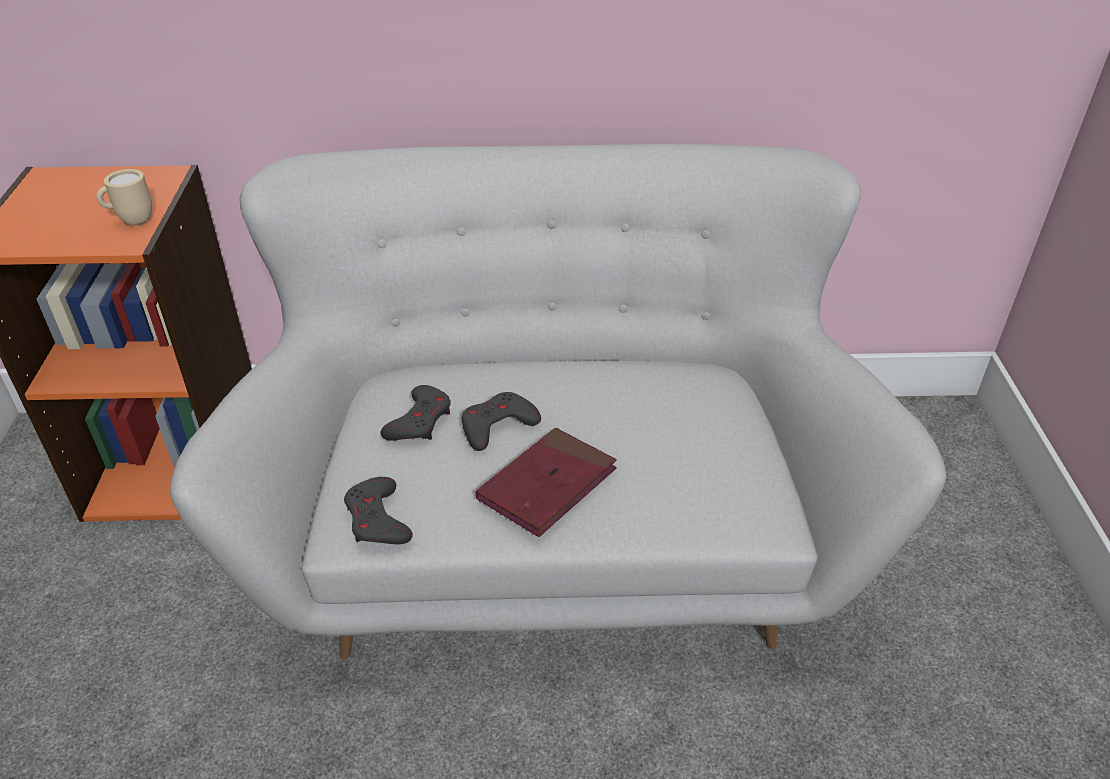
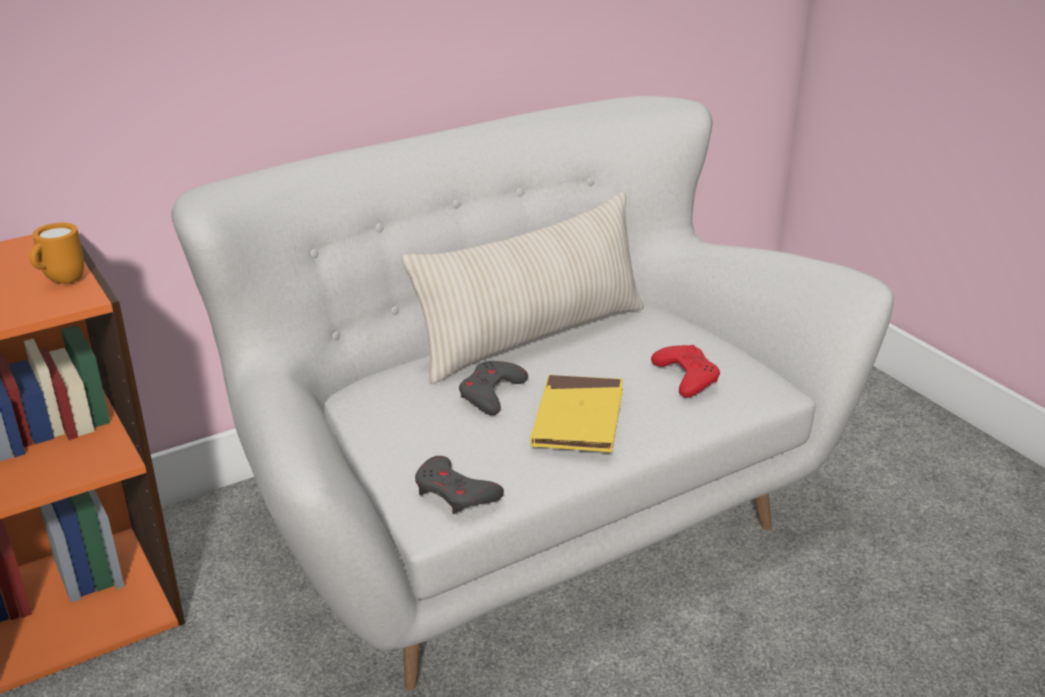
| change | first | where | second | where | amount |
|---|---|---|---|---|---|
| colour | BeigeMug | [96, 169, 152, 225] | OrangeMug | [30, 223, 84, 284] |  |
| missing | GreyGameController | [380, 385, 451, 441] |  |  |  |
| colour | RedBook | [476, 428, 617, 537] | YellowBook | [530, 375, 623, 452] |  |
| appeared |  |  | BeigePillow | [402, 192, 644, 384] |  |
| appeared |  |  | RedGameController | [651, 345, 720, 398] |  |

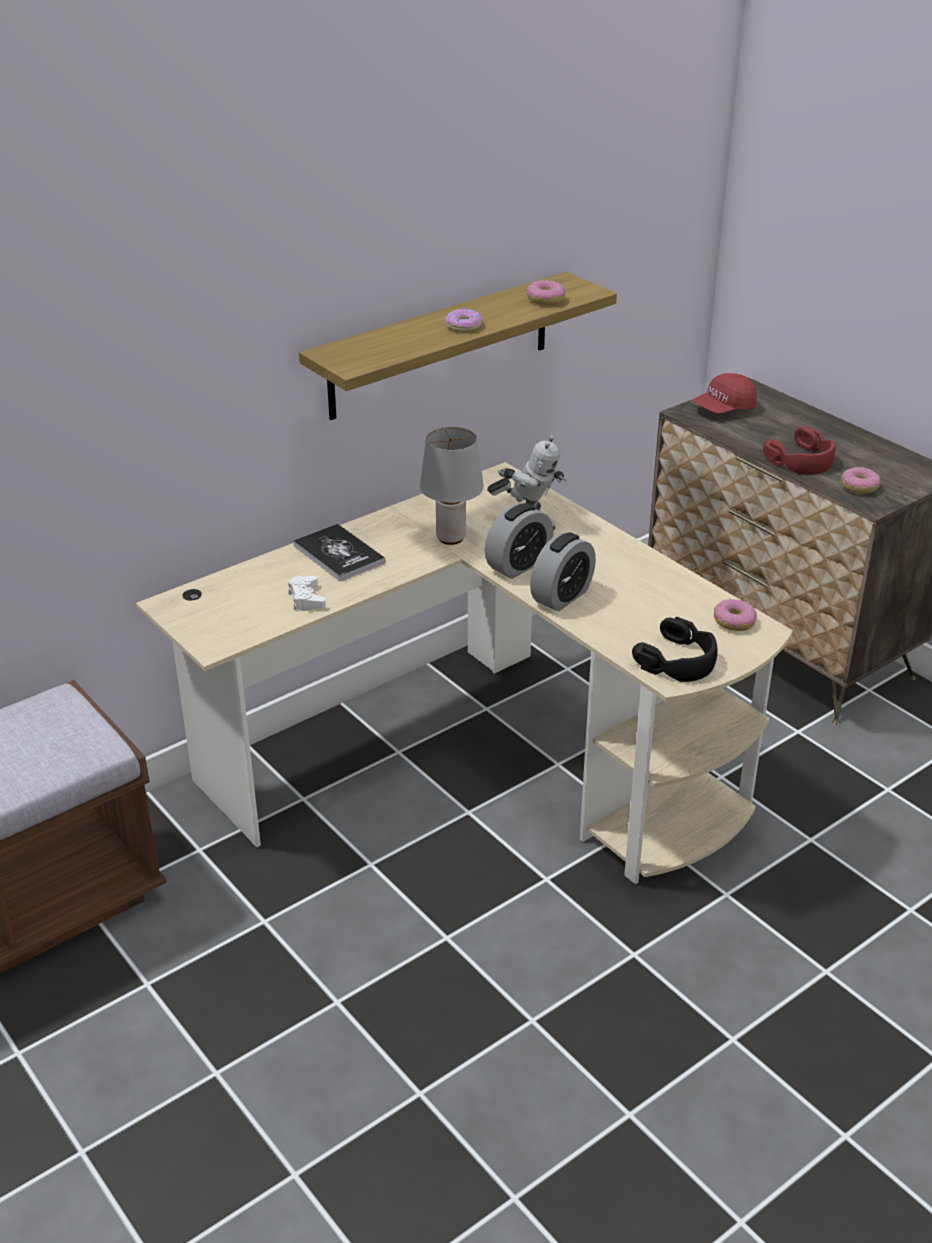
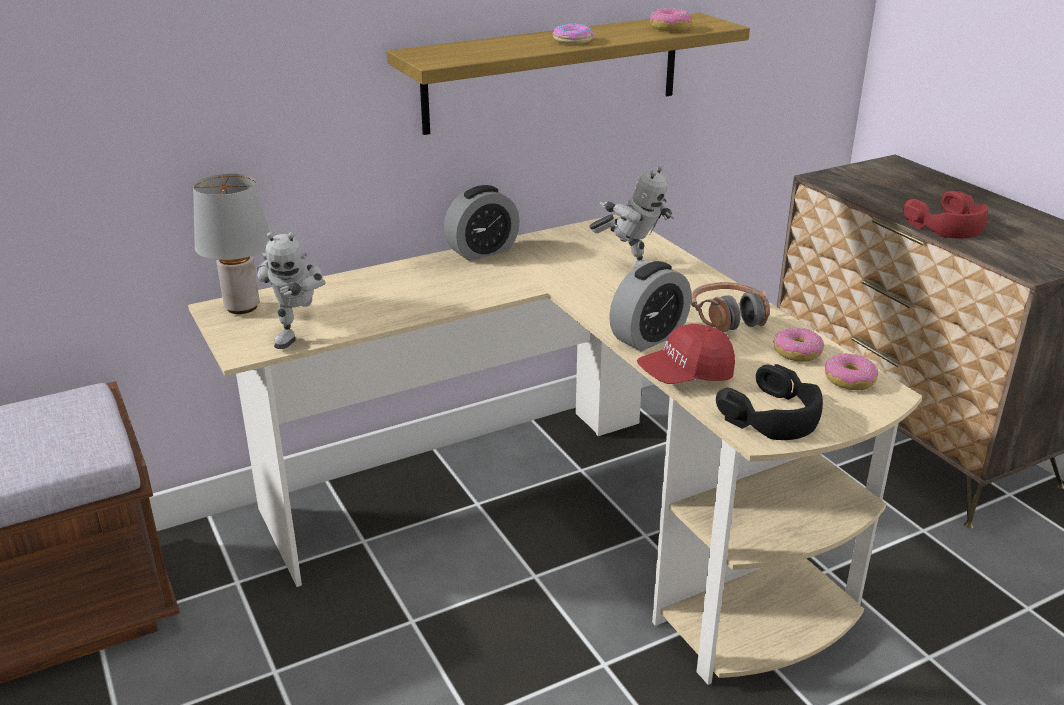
| change | first | where | second | where | amount |
|---|---|---|---|---|---|
| relocated | RedCap | [692, 373, 757, 414] |  | [637, 324, 735, 384] |  |
| relocated | GreyTableLamp | [420, 427, 484, 545] |  | [193, 174, 270, 314] |  |
| relocated | Donut | [841, 467, 880, 494] |  | [773, 327, 824, 362] |  |
| relocated | AlarmClock | [485, 503, 554, 579] |  | [444, 185, 520, 261] |  |
| missing | Book | [293, 524, 385, 581] |  |  |  |
| missing | WhiteGameController | [288, 576, 326, 611] |  |  |  |
| appeared |  |  | ToyRobot | [257, 232, 326, 349] |  |
| appeared |  |  | Headphones | [691, 282, 770, 332] |  |

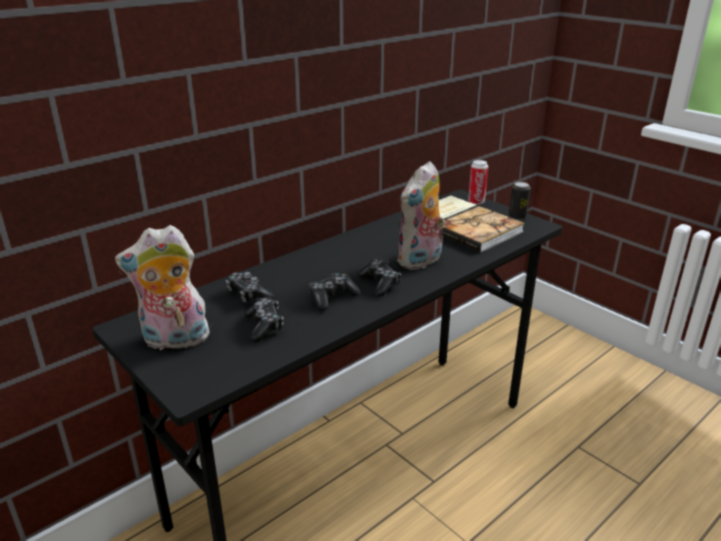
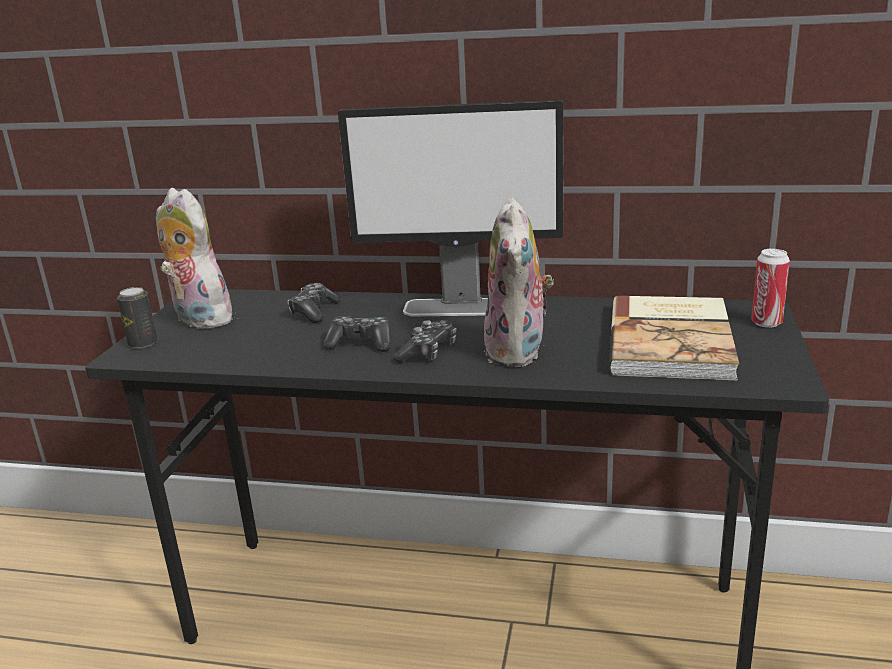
| change | first | where | second | where | amount |
|---|---|---|---|---|---|
| spun | PlushToy | [397, 161, 445, 270] |  | [484, 197, 554, 367] | 90 degrees counterclockwise |
| relocated | Can | [509, 182, 531, 220] |  | [117, 287, 157, 349] |  |
| missing | GameController | [244, 297, 283, 342] |  |  |  |
| appeared |  |  | Monitor | [338, 100, 563, 317] |  |

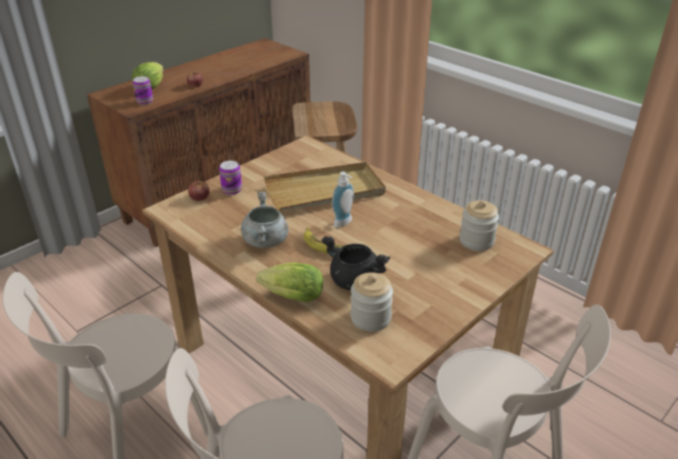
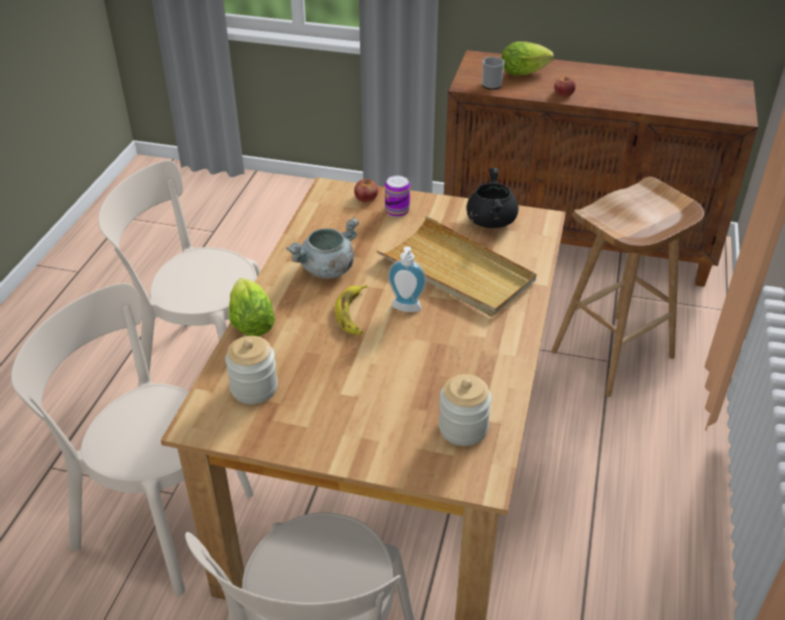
| change | first | where | second | where | amount |
|---|---|---|---|---|---|
| exchanged | Can | [133, 76, 153, 105] | Mug | [482, 57, 505, 90] |  |
| relocated | BlackCookingPot | [321, 236, 390, 291] |  | [466, 168, 519, 228] |  |

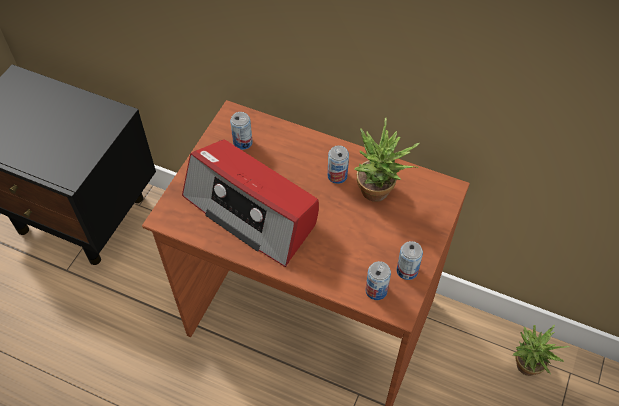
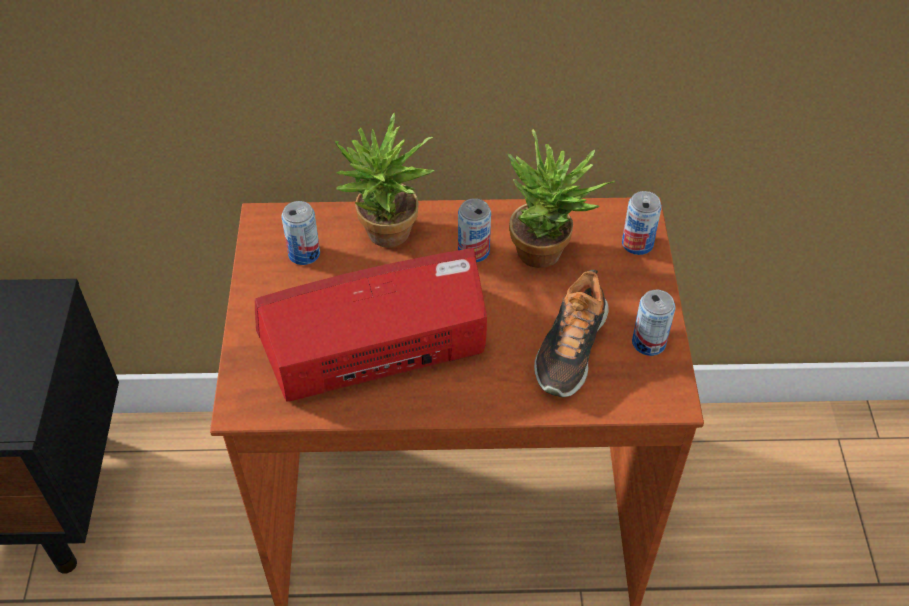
| change | first | where | second | where | amount |
|---|---|---|---|---|---|
| spun | Radio | [182, 139, 319, 267] |  | [255, 248, 487, 402] | 150 degrees clockwise |
| relocated | Can | [365, 261, 391, 300] |  | [622, 191, 662, 255] |  |
| relocated | PottedPlant | [513, 325, 570, 376] |  | [335, 113, 434, 248] |  |
| appeared |  |  | Shoe | [534, 270, 609, 397] |  |

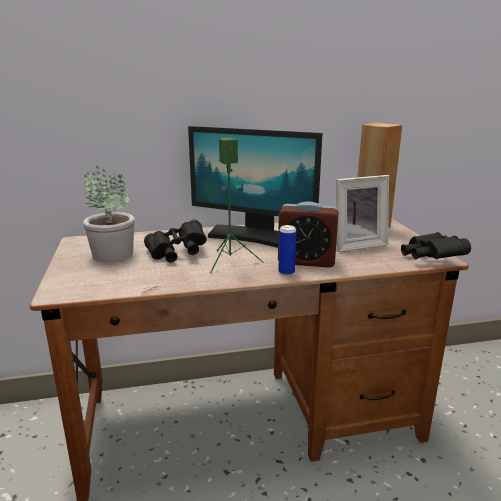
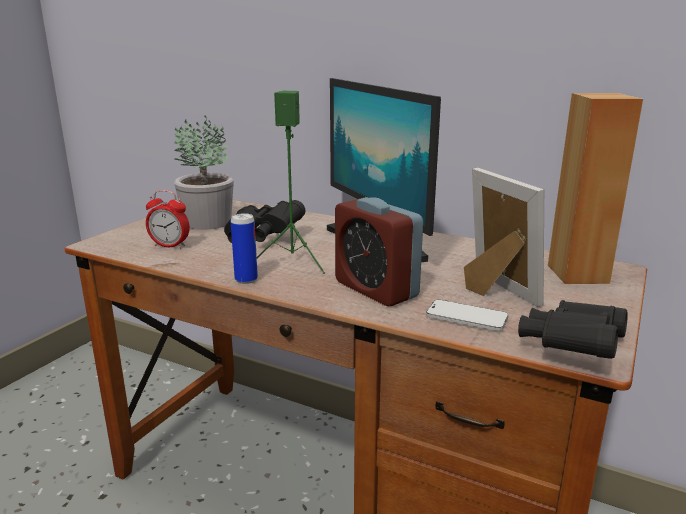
| change | first | where | second | where | amount |
|---|---|---|---|---|---|
| spun | PictureFrame | [336, 175, 389, 252] |  | [464, 168, 544, 307] | 135 degrees counterclockwise |
| relocated | Can | [278, 225, 296, 276] |  | [231, 213, 258, 284] |  |
| appeared |  |  | AlarmClock | [146, 190, 190, 249] |  |
| appeared |  |  | Phone | [426, 300, 508, 331] |  |

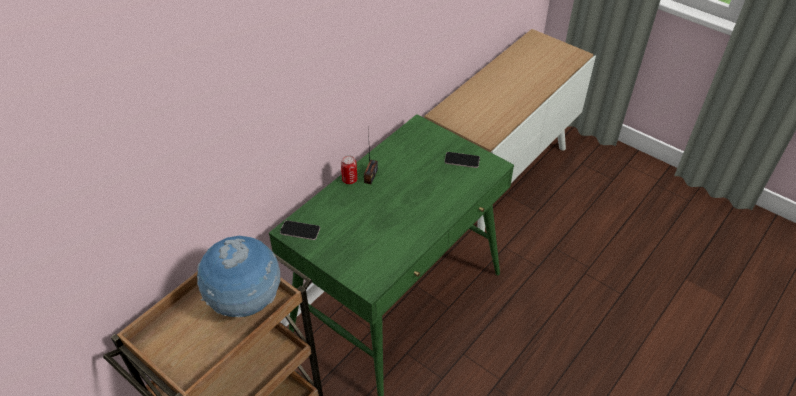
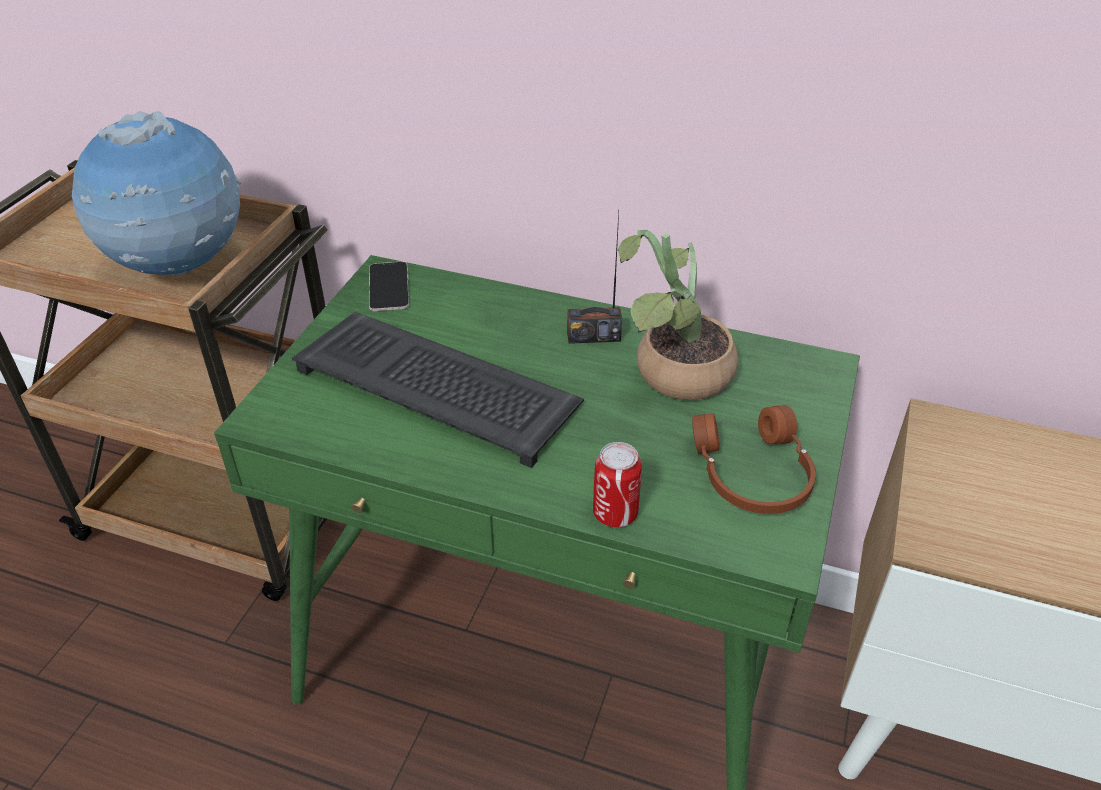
| change | first | where | second | where | amount |
|---|---|---|---|---|---|
| exchanged | Phone | [444, 152, 480, 168] | BrownHeadphones | [692, 405, 816, 514] |  |
| relocated | Can | [341, 155, 357, 184] |  | [593, 442, 642, 527] |  |
| appeared |  |  | PottedPlant | [618, 230, 738, 400] |  |
| appeared |  |  | Keyboard | [292, 312, 584, 468] |  |

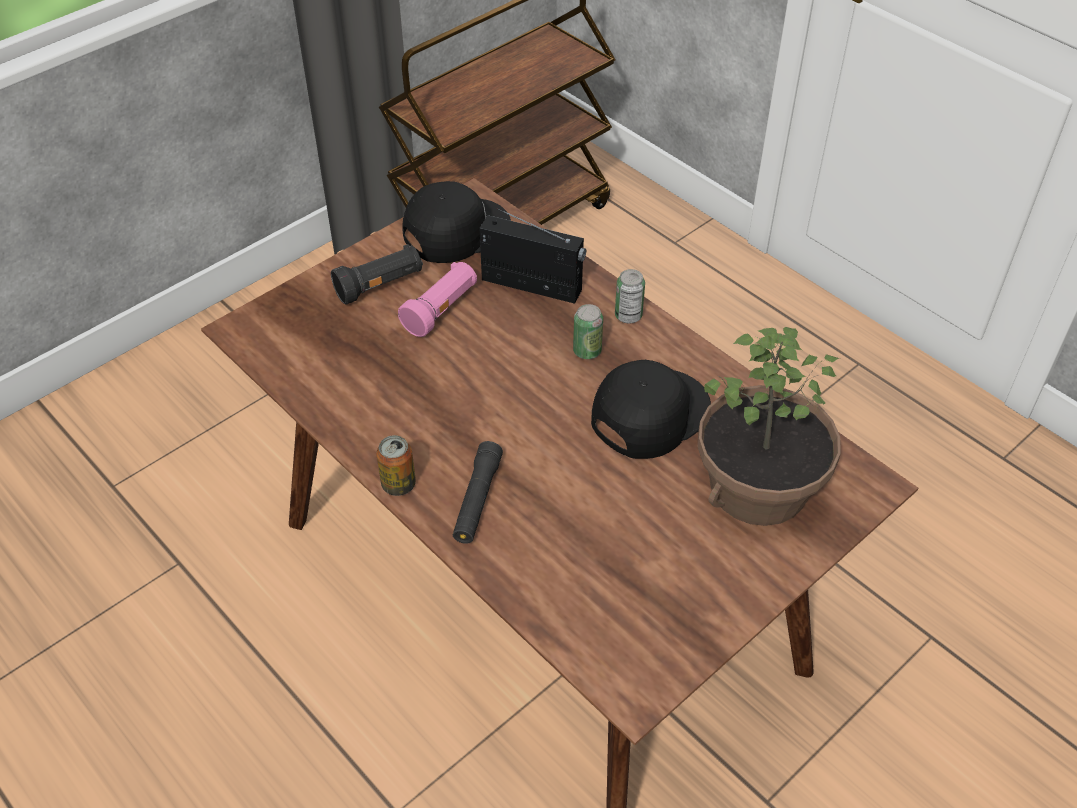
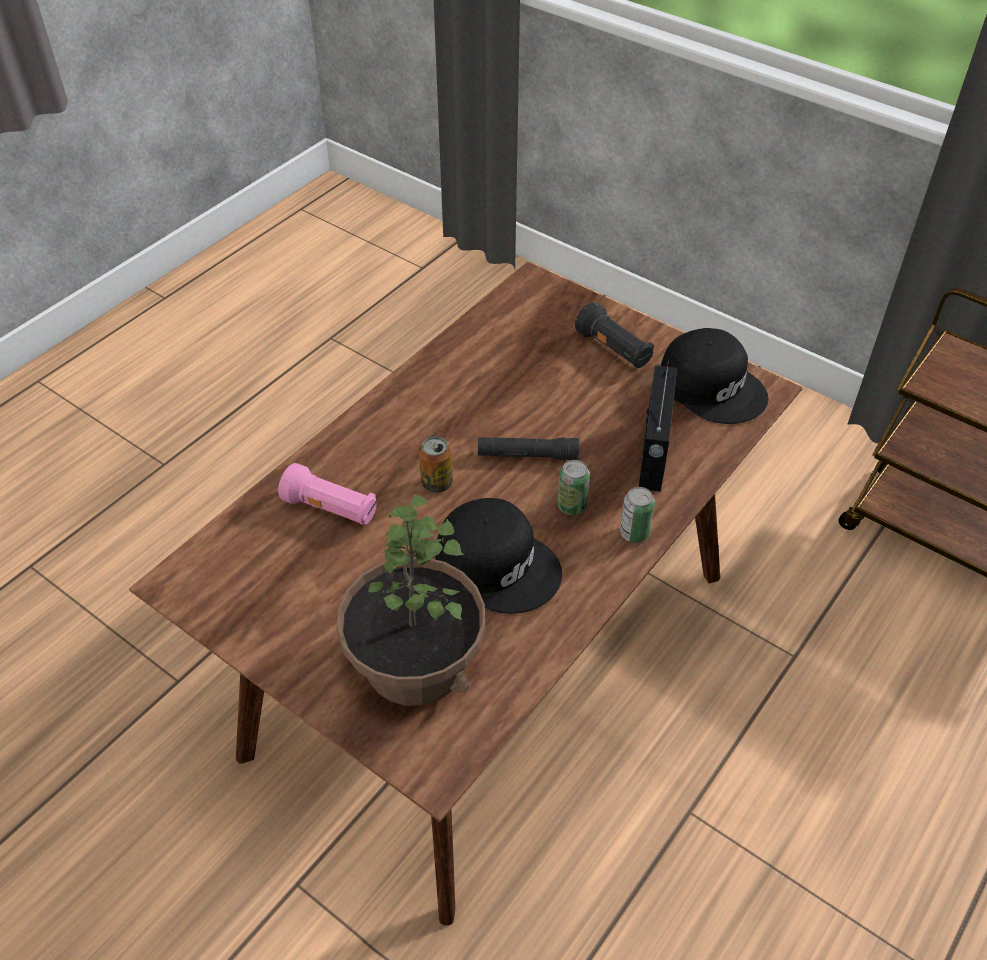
| change | first | where | second | where | amount |
|---|---|---|---|---|---|
| relocated | PinkFlashlight | [398, 262, 477, 337] |  | [278, 463, 377, 525] |  |
| relocated | Can | [376, 435, 416, 496] |  | [419, 436, 453, 493] |  |
| relocated | BlackFlashlight | [453, 441, 503, 544] |  | [477, 437, 579, 460] |  |

